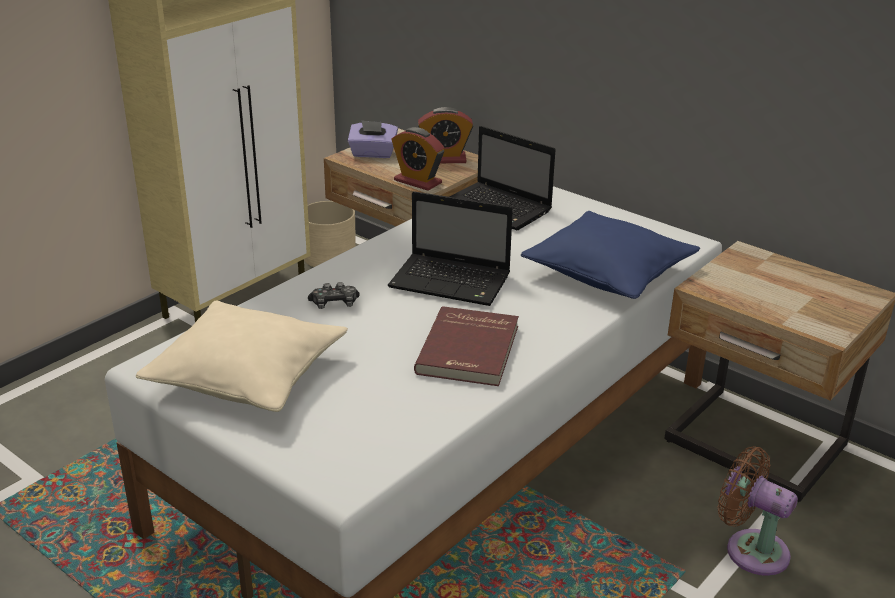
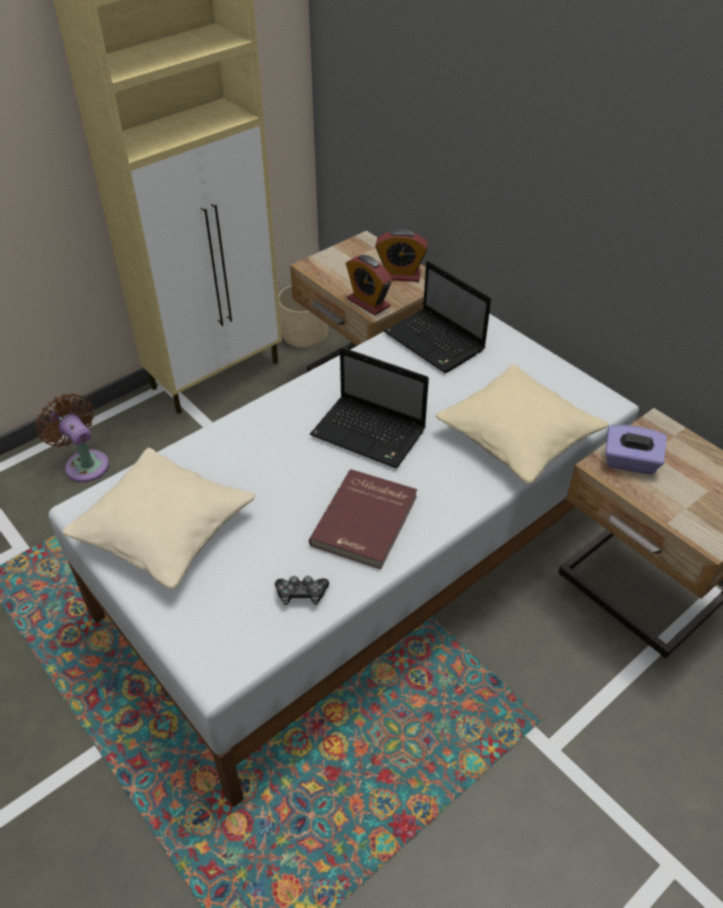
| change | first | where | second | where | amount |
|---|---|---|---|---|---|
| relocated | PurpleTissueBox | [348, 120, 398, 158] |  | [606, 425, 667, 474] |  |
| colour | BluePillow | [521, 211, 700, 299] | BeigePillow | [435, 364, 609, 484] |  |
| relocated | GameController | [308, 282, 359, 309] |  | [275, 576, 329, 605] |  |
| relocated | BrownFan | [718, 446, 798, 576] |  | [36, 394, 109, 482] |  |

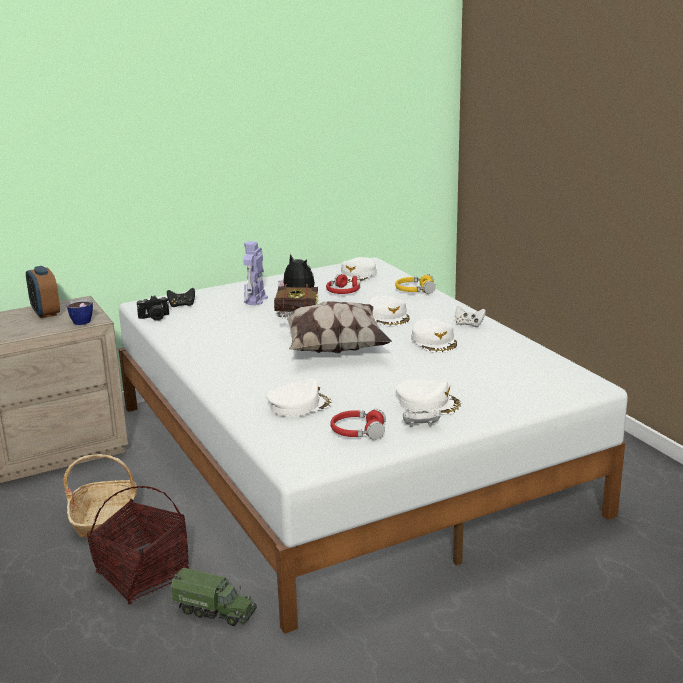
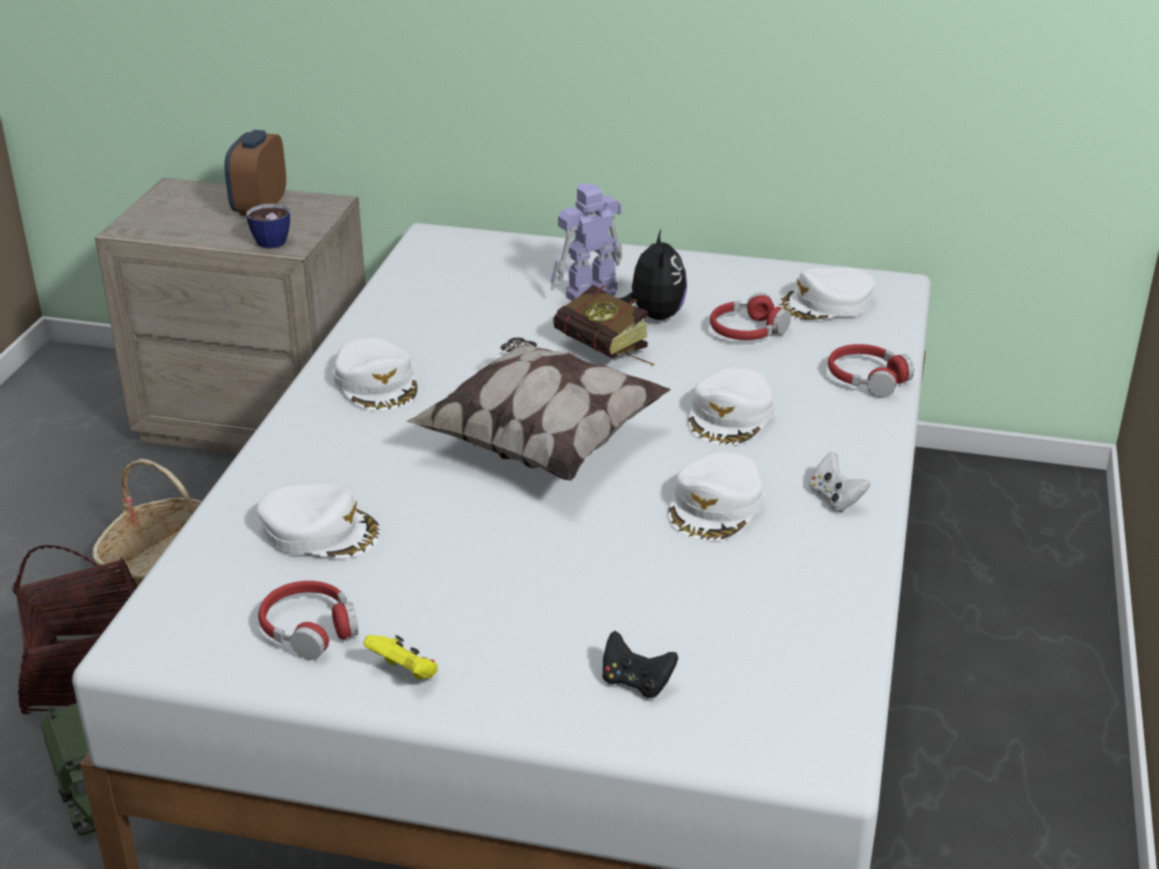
| change | first | where | second | where | amount |
|---|---|---|---|---|---|
| colour | YellowHeadphones | [395, 274, 435, 294] | RedHeadphones | [828, 344, 914, 398] |  |
| relocated | BlackGameController | [167, 288, 195, 307] |  | [602, 631, 678, 698] |  |
| missing | PhotoCamera | [137, 295, 169, 321] |  |  |  |
| relocated | WhiteCap | [396, 380, 462, 414] |  | [333, 337, 418, 411] |  |
| colour | WhiteGameController | [403, 411, 441, 427] | YellowGameController | [363, 635, 438, 680] |  |

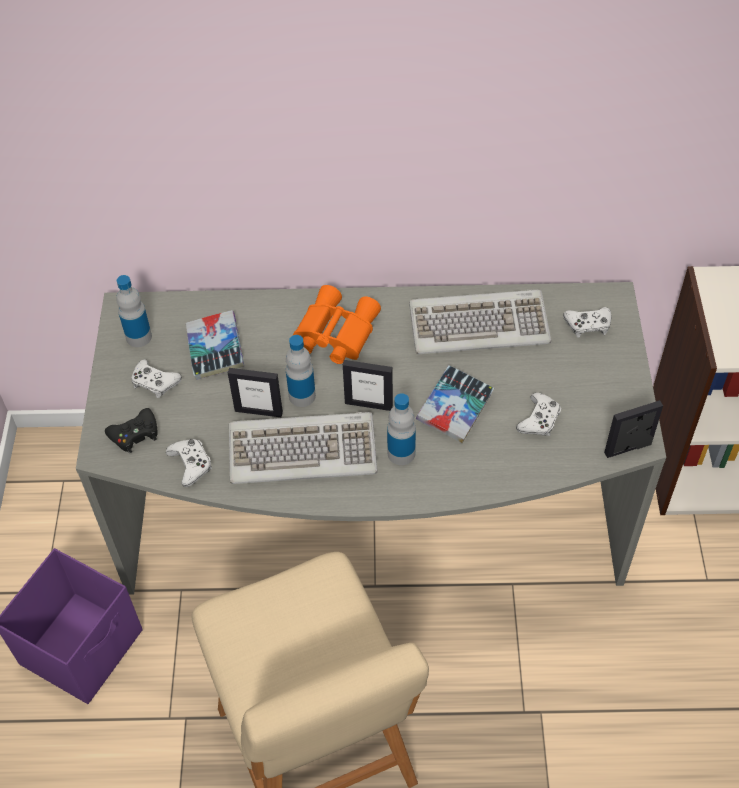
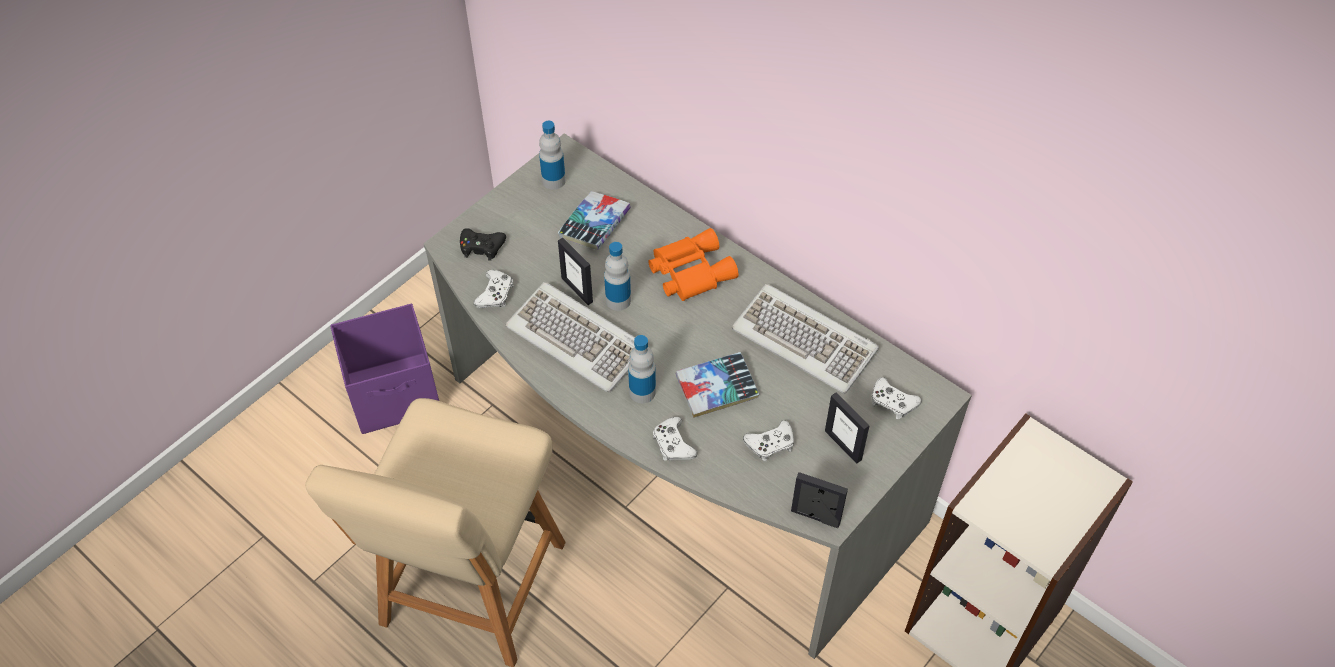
| change | first | where | second | where | amount |
|---|---|---|---|---|---|
| relocated | WhiteGameController | [131, 359, 182, 398] |  | [653, 417, 697, 461] |  |
| relocated | PictureFrame | [343, 360, 393, 411] |  | [825, 392, 870, 464] |  |

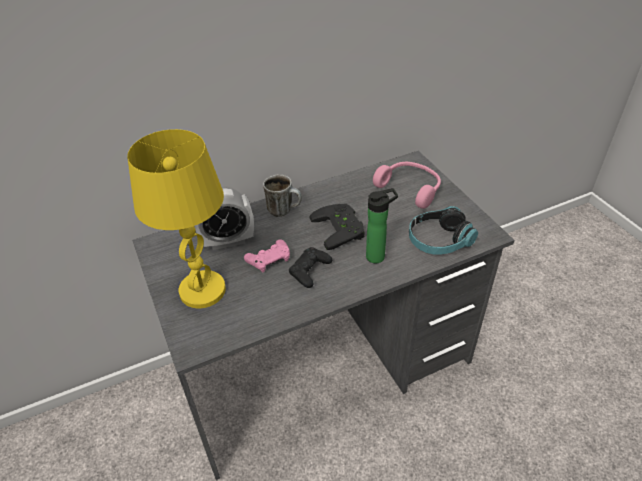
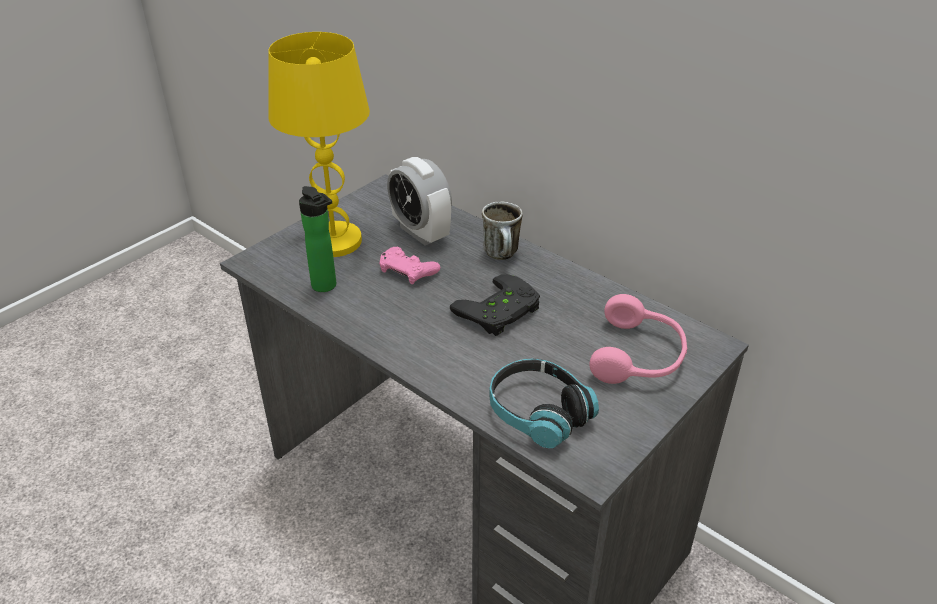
| change | first | where | second | where | amount |
|---|---|---|---|---|---|
| relocated | Bottle | [366, 188, 398, 263] |  | [299, 186, 336, 292] |  |
| missing | BlackGameController | [289, 247, 332, 288] |  |  |  |

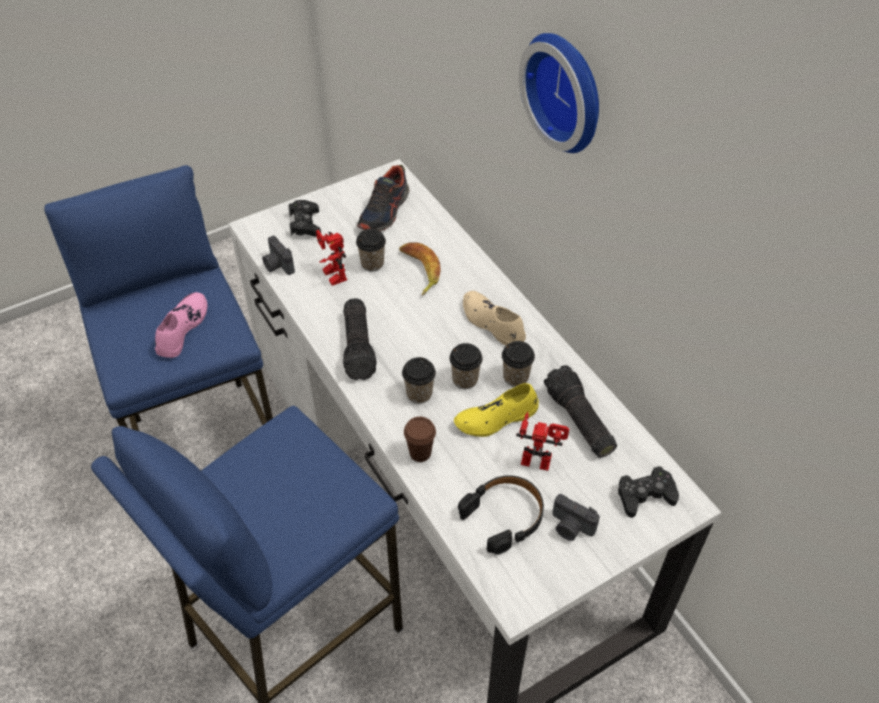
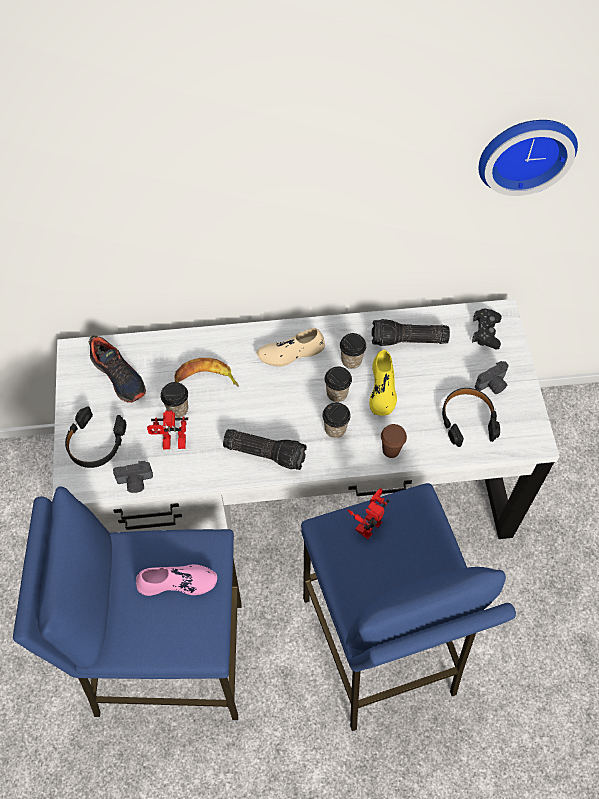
| change | first | where | second | where | amount |
|---|---|---|---|---|---|
| relocated | WallClock | [519, 33, 599, 153] |  | [479, 120, 578, 196] |  |
| exchanged | BlackGameController | [288, 200, 321, 237] | BlackHeadphones | [65, 406, 126, 468] |  |
| spun | PinkShoe | [155, 292, 207, 358] |  | [136, 564, 217, 596] | 135 degrees clockwise |
| relocated | ToyRobot | [516, 412, 569, 471] |  | [347, 488, 389, 539] |  |

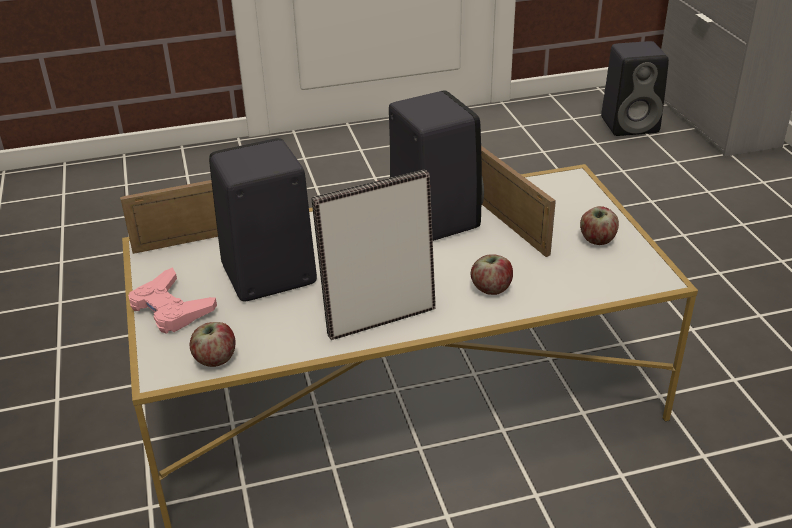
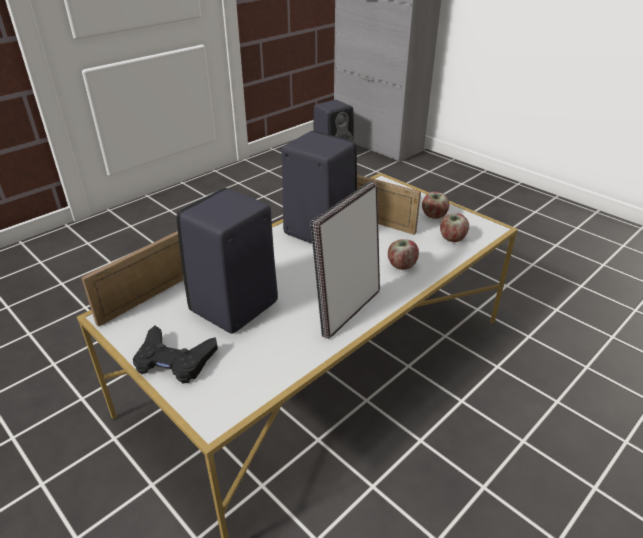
| change | first | where | second | where | amount |
|---|---|---|---|---|---|
| colour | PinkGameController | [128, 267, 217, 334] | BlackGameController | [133, 326, 218, 383] |  |
| relocated | Apple | [190, 322, 236, 367] |  | [440, 213, 469, 242] |  |

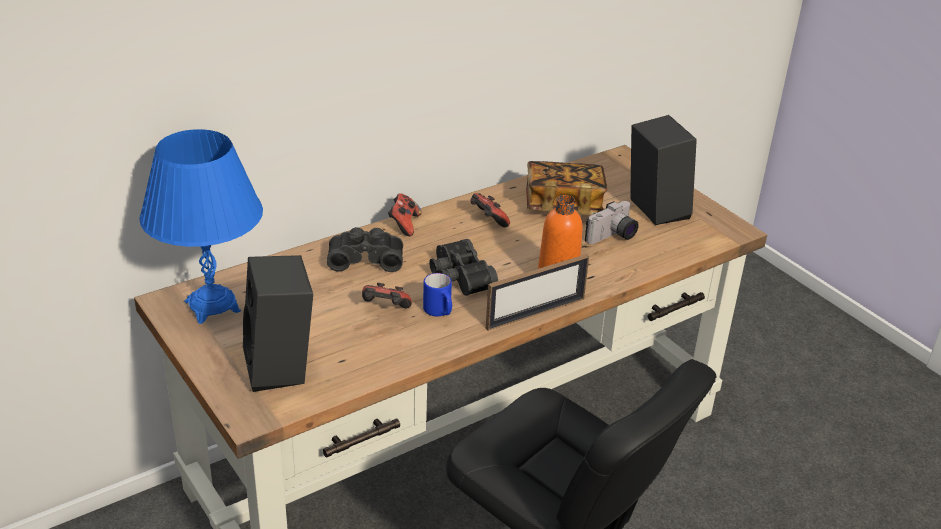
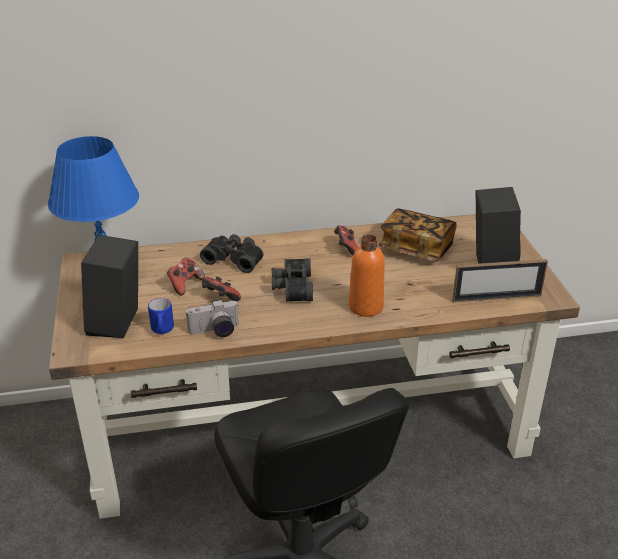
| change | first | where | second | where | amount |
|---|---|---|---|---|---|
| relocated | GameController | [388, 193, 421, 236] |  | [167, 258, 205, 296] |  |
| relocated | PhotoCamera | [585, 201, 639, 244] |  | [186, 299, 239, 337] |  |
| relocated | PictureFrame | [486, 254, 589, 331] |  | [452, 259, 548, 302] |  |
| relocated | BlueMug | [423, 273, 452, 317] |  | [148, 298, 174, 334] |  |

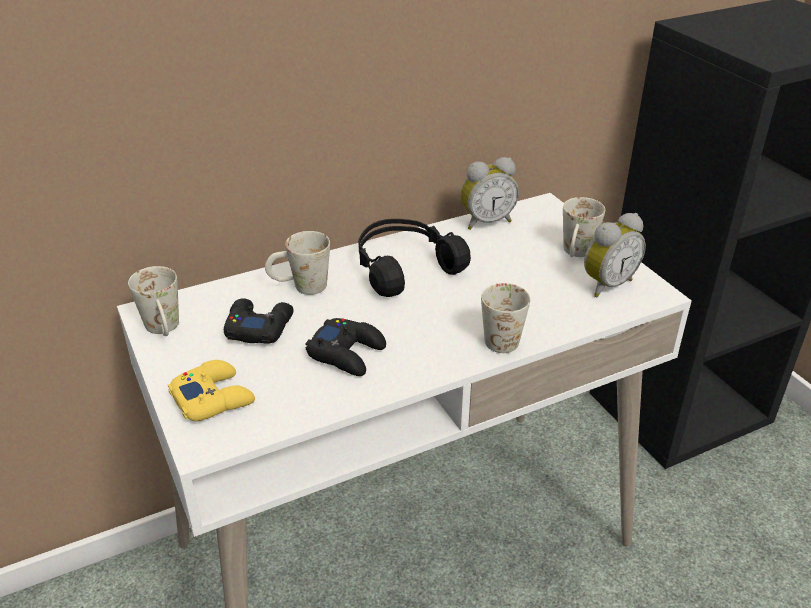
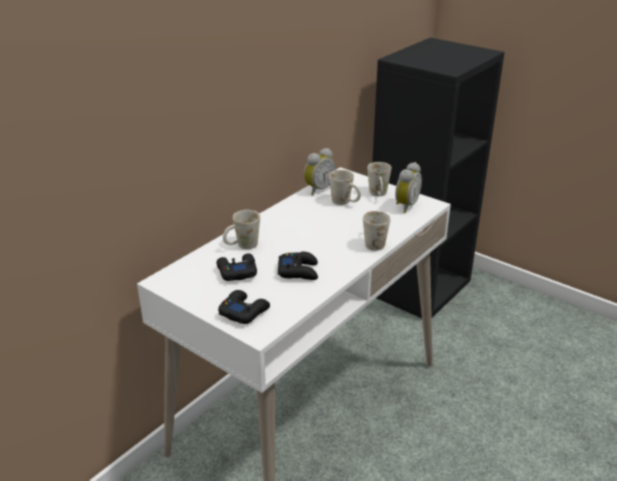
| change | first | where | second | where | amount |
|---|---|---|---|---|---|
| missing | BlackHeadphones | [358, 219, 471, 297] |  |  |  |
| relocated | WhiteMug | [128, 266, 179, 336] |  | [329, 170, 361, 205] |  |
| colour | YellowGameController | [168, 360, 255, 421] | BlackGameController | [218, 290, 270, 324] |  |

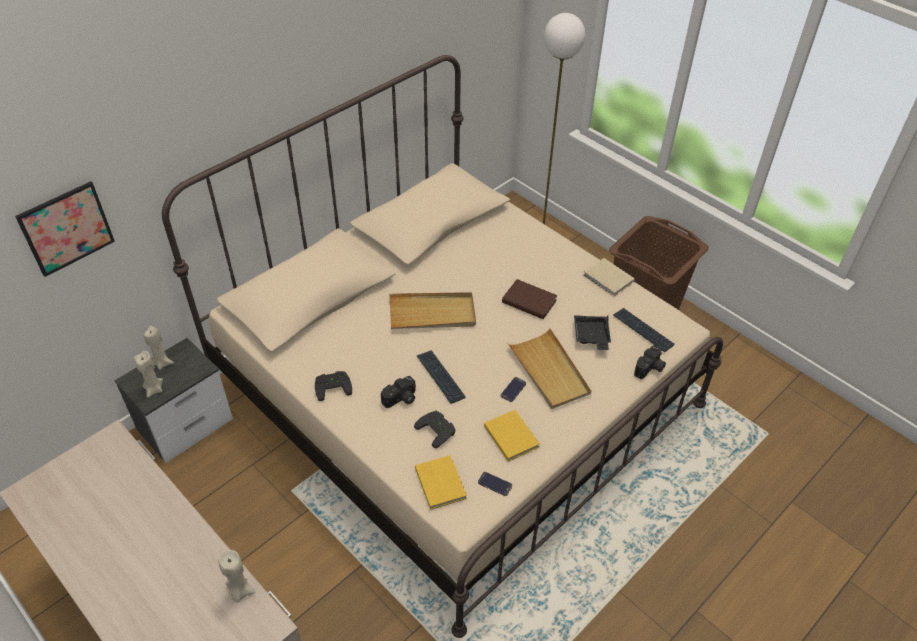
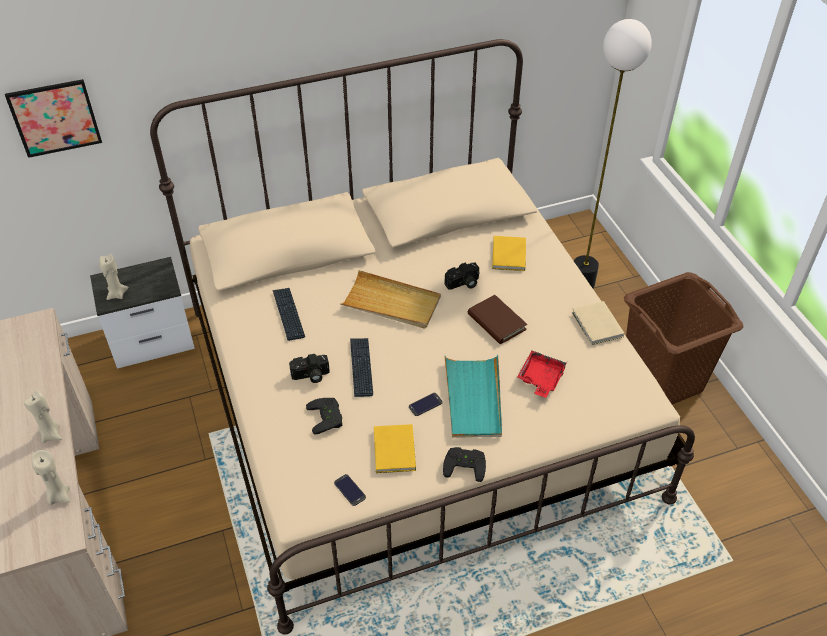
| change | first | where | second | where | amount |
|---|---|---|---|---|---|
| relocated | Keyboard | [613, 308, 675, 352] |  | [272, 288, 305, 341] |  |
| colour | BlackTray | [574, 315, 611, 350] | RedTray | [517, 351, 566, 398] |  |
| relocated | BeigeCandle | [144, 326, 174, 370] |  | [24, 391, 62, 443] |  |
| colour | BeigeTray | [507, 328, 591, 409] | TurquoiseTray | [444, 355, 502, 438] |  |
| relocated | PhotoCamera | [634, 345, 666, 379] |  | [445, 263, 480, 289] |  |
| relocated | BlackGameController | [315, 371, 352, 401] |  | [443, 447, 486, 482] |  |
| relocated | YellowBook | [415, 455, 467, 510] |  | [492, 236, 526, 271] |  |

